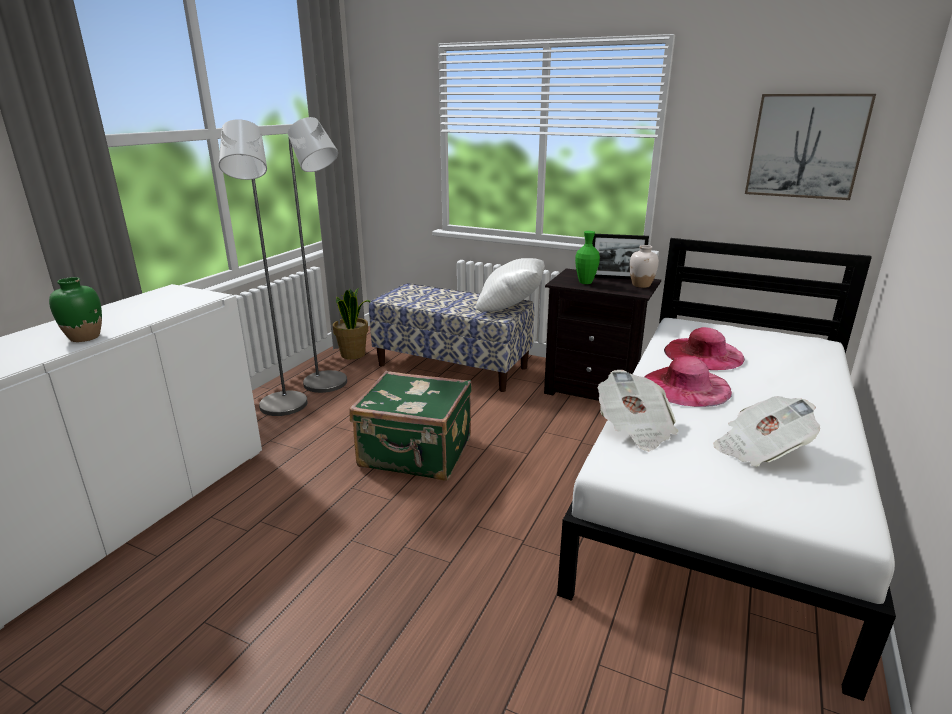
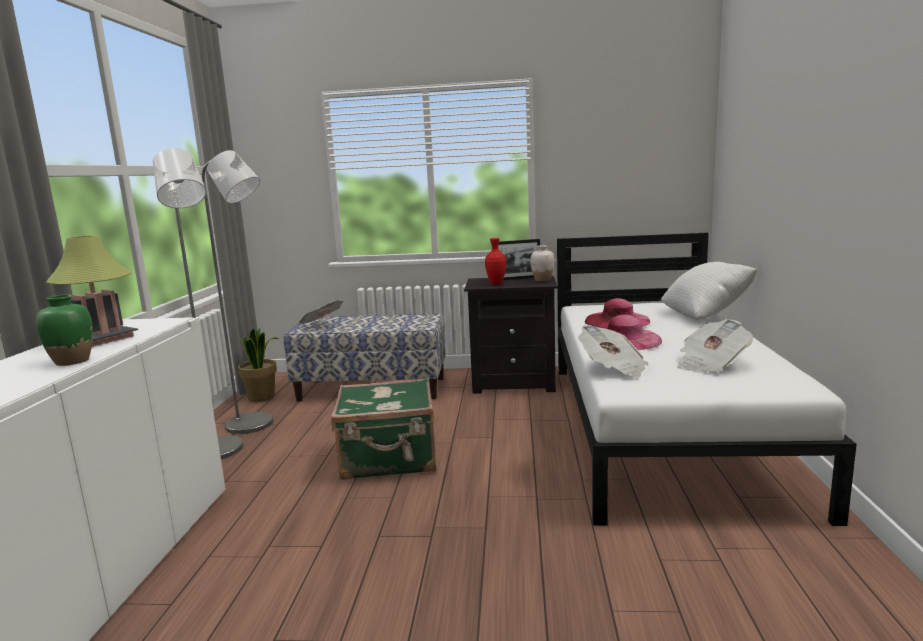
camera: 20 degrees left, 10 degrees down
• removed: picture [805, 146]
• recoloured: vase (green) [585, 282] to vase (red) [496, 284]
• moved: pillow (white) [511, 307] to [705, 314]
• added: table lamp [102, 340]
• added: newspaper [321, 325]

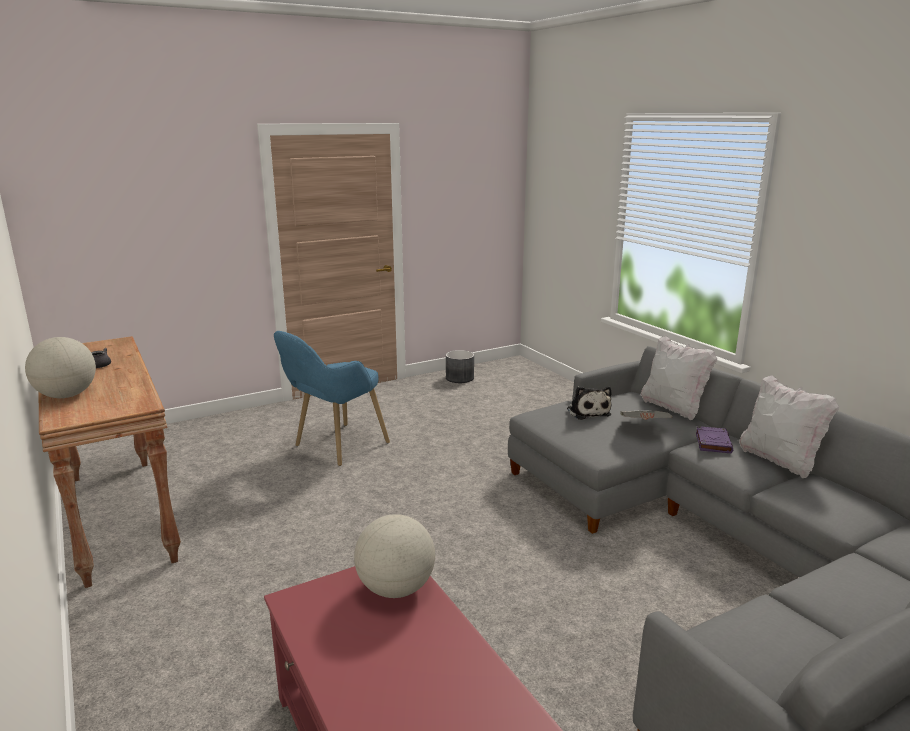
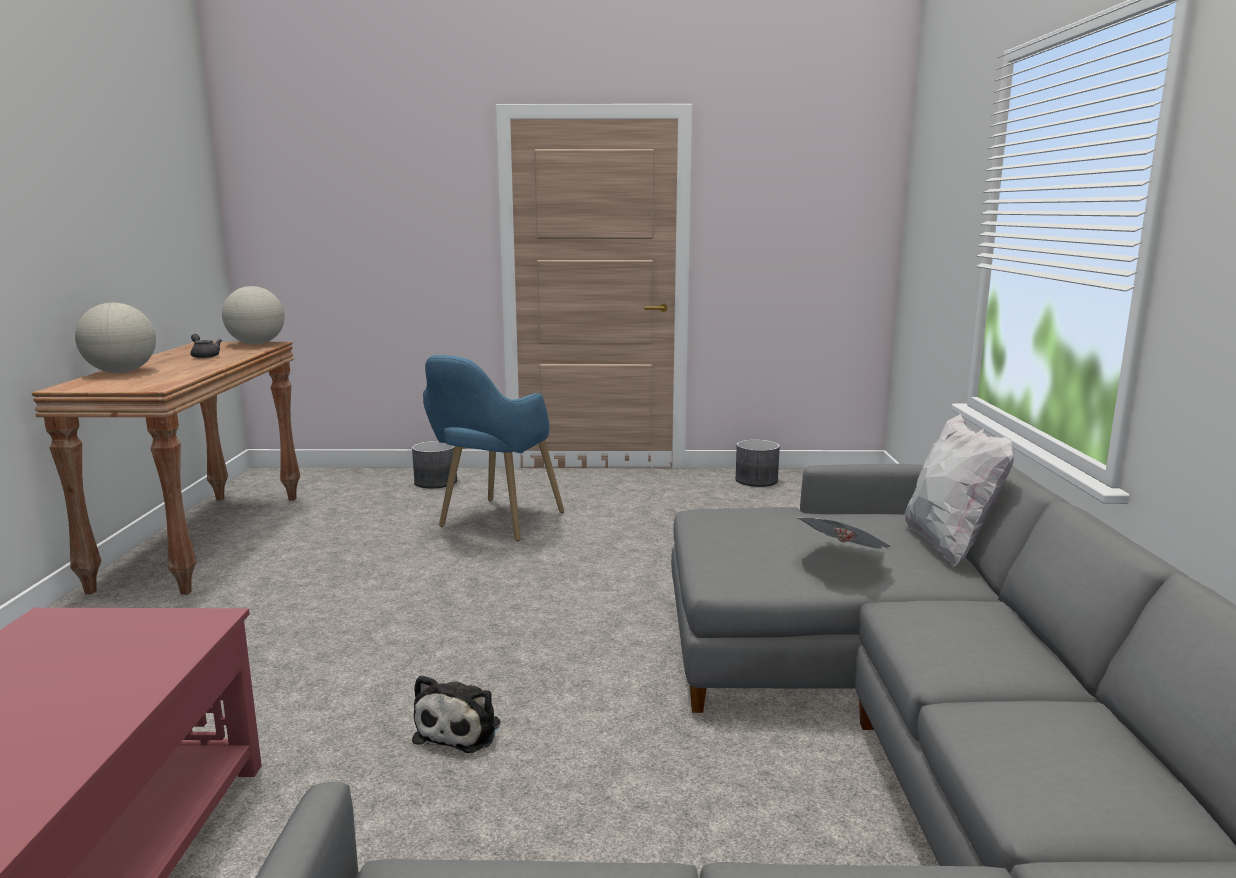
camera: 30 degrees right, 5 degrees down
• turned: armchair (blue) [333, 448] = [493, 524] 45 degrees counterclockwise
• removed: pillow (white) [779, 461]
• moved: plush toy [587, 411] to [461, 729]
• removed: book (purple) [713, 442]
• moved: globe [396, 588] to [256, 344]
• added: planter (grey) [436, 482]

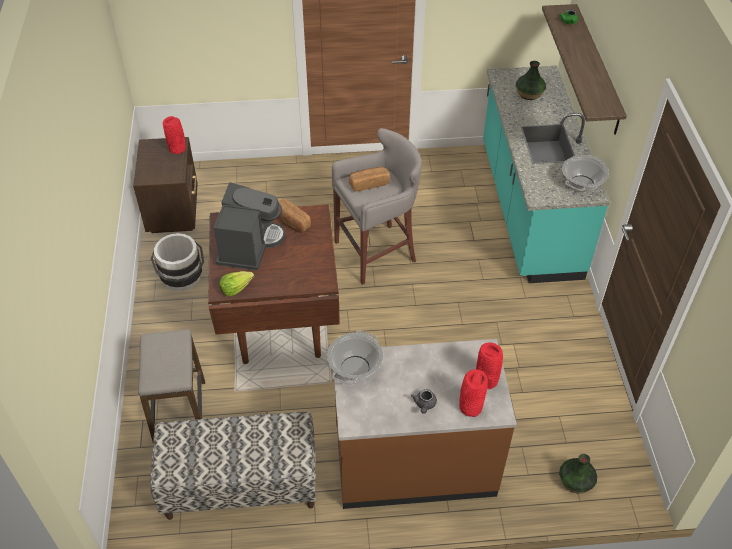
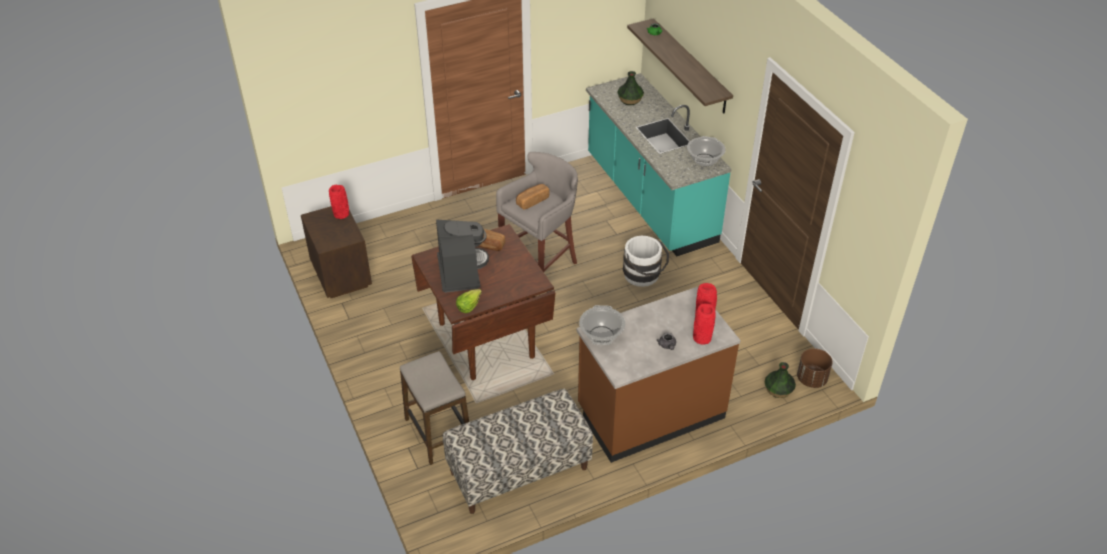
camera: 20 degrees left, 5 degrees down
• moved: bucket (white) [182, 279] to [644, 276]
• added: planter (brown) [811, 379]

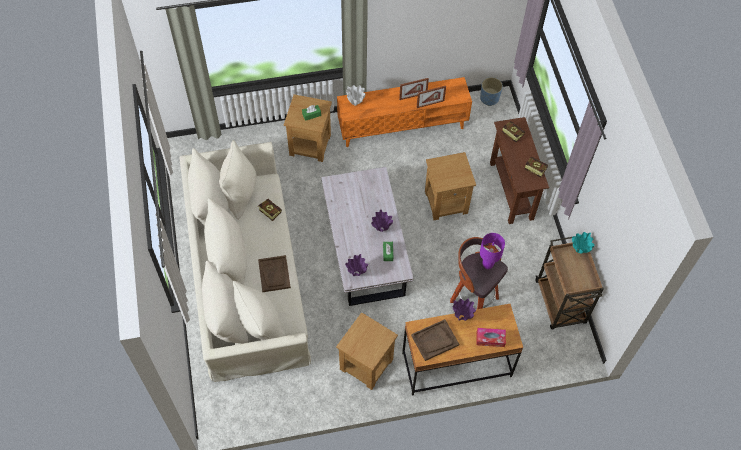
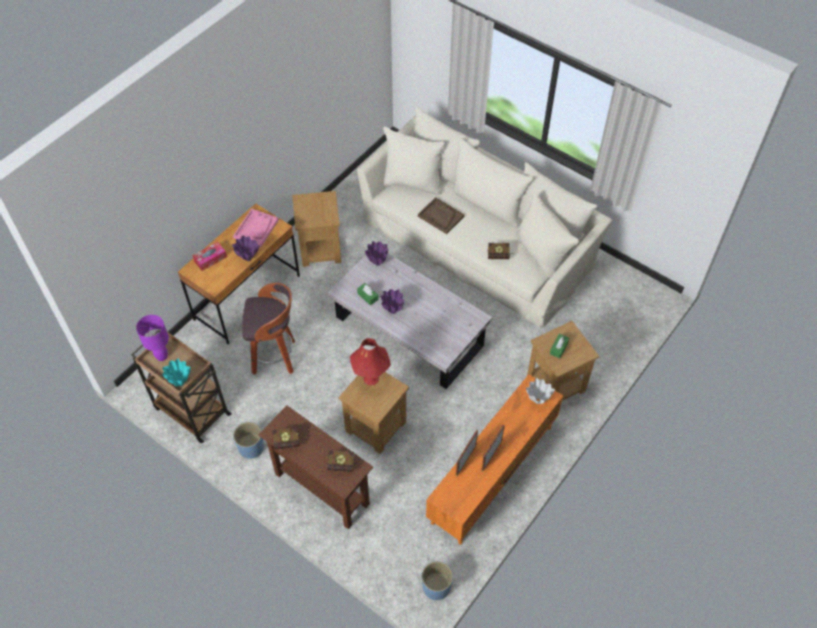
camera: 140 degrees right, 5 degrees down
• moved: table lamp (purple) [488, 265] to [162, 356]
• recoloured: tray (brown) [434, 340] to tray (pink) [256, 229]
• added: table lamp (red) [371, 378]
• added: planter (blue) [251, 448]

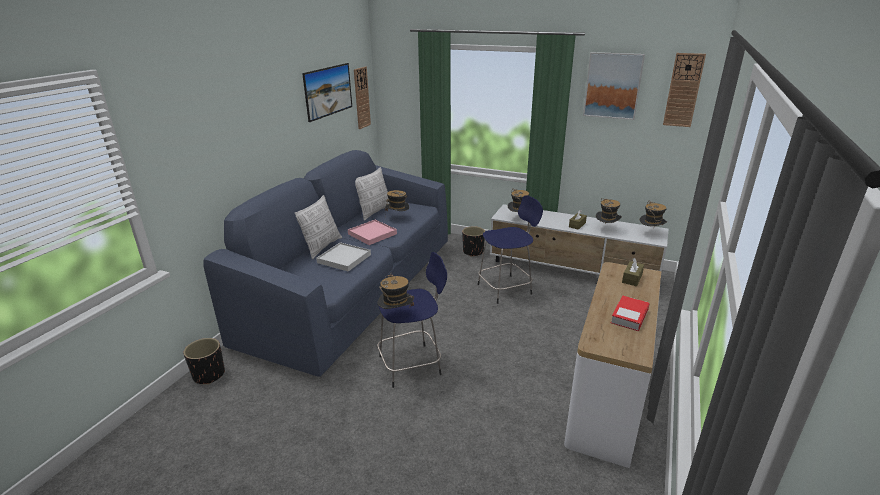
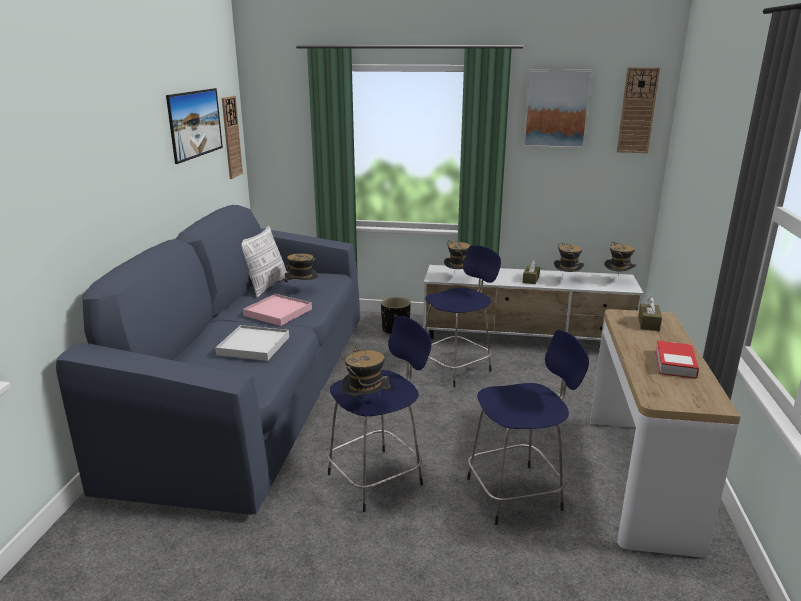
camera: 15 degrees left, 5 degrees down
• removed: pillow [321, 247]
• removed: planter (black) [209, 374]
• added: stool (blue) [517, 493]

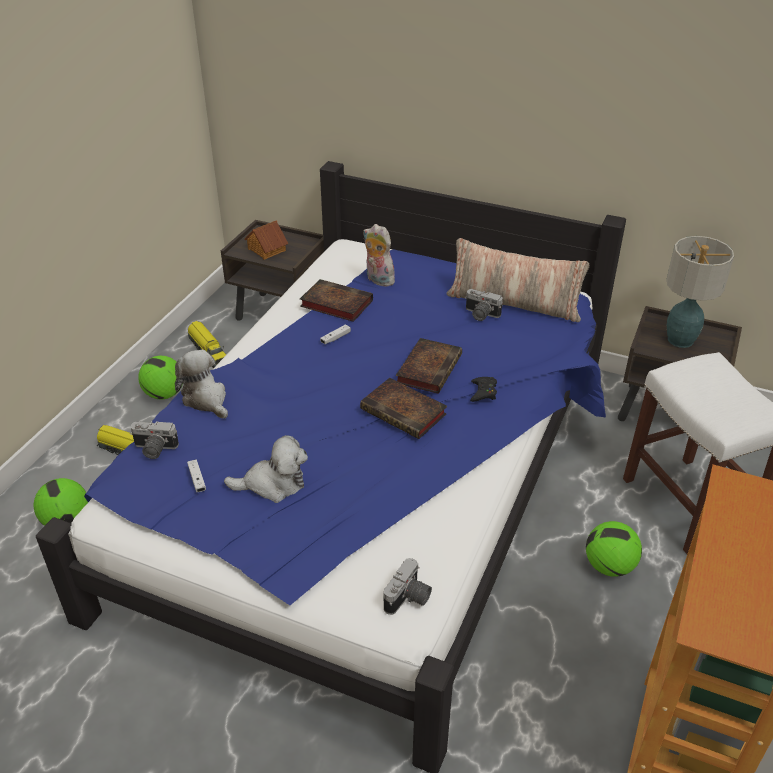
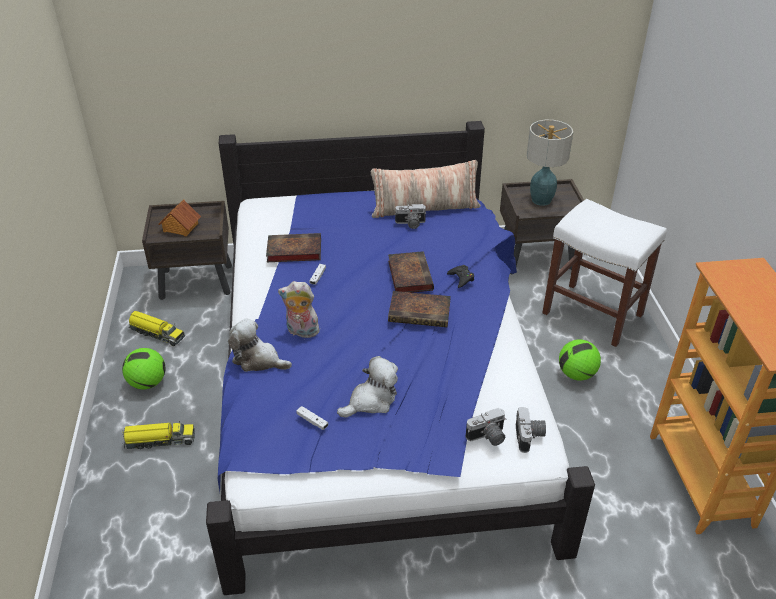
camera: 30 degrees left, 0 degrees up
• moved: plush toy [378, 280] to [301, 332]
• moved: photo camera [154, 449] to [487, 437]
• removed: football [67, 521]

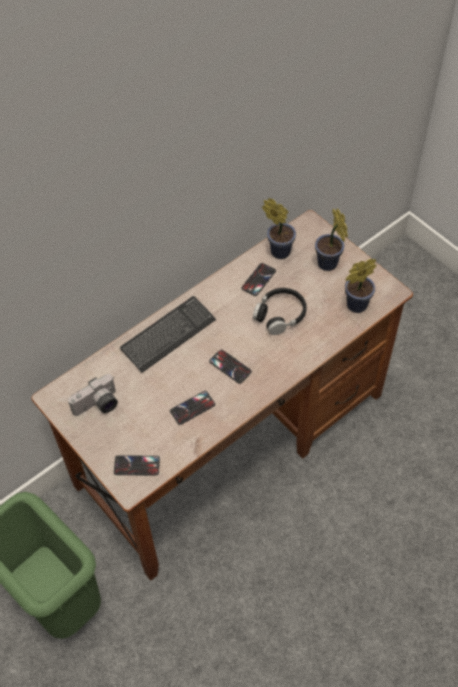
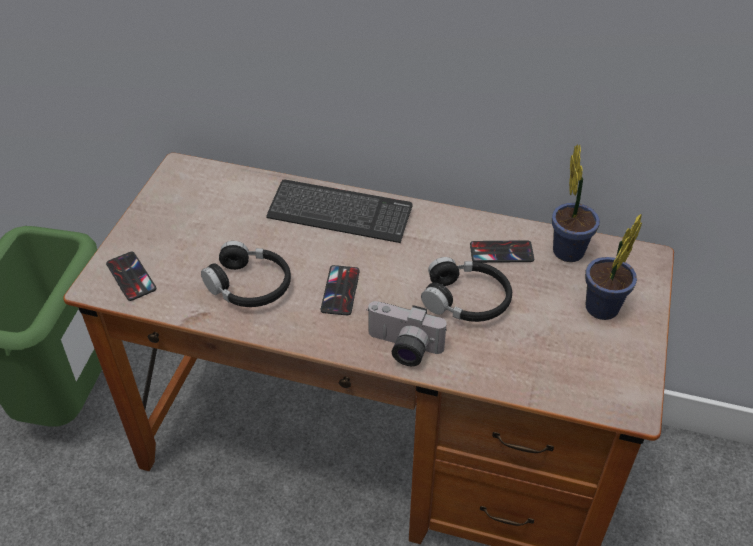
camera: 55 degrees right, 10 degrees down
• removed: potted plant [354, 306]
• moved: photo camera [98, 406] to [402, 349]
• replaced: phone [192, 408] to headphones (black) [249, 285]

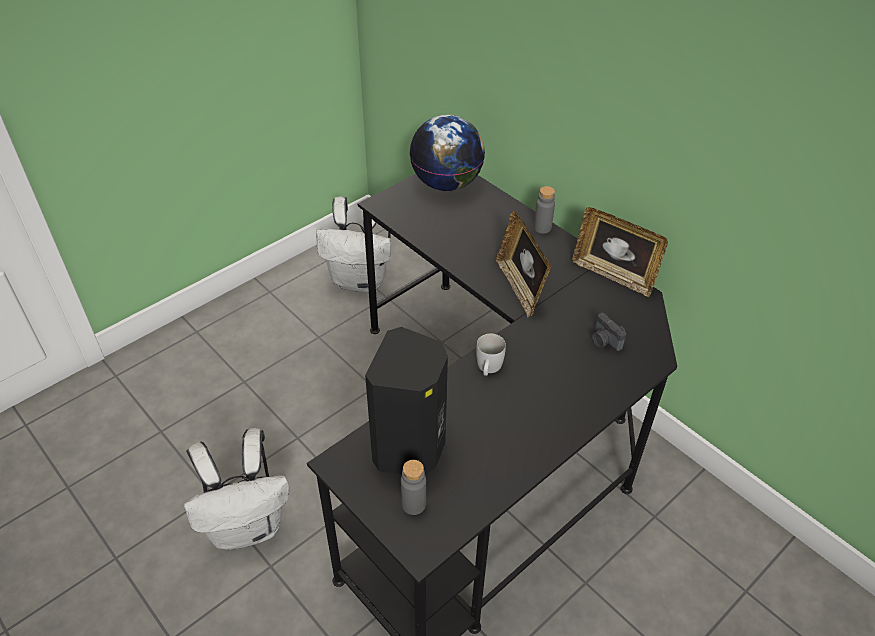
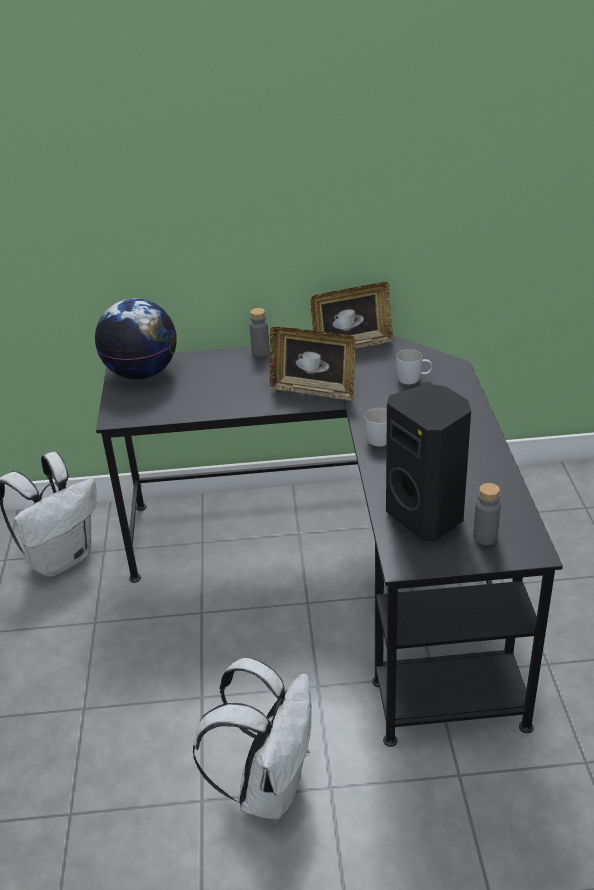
camera: 50 degrees left, 10 degrees down
• replaced: photo camera [604, 341] to mug (white) [413, 379]

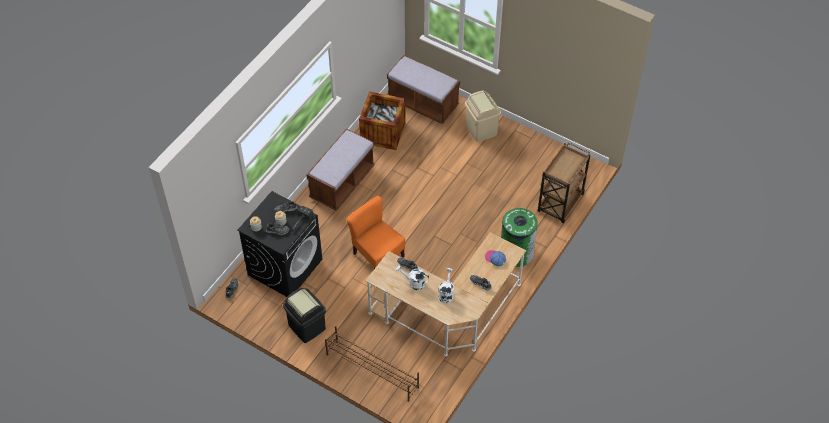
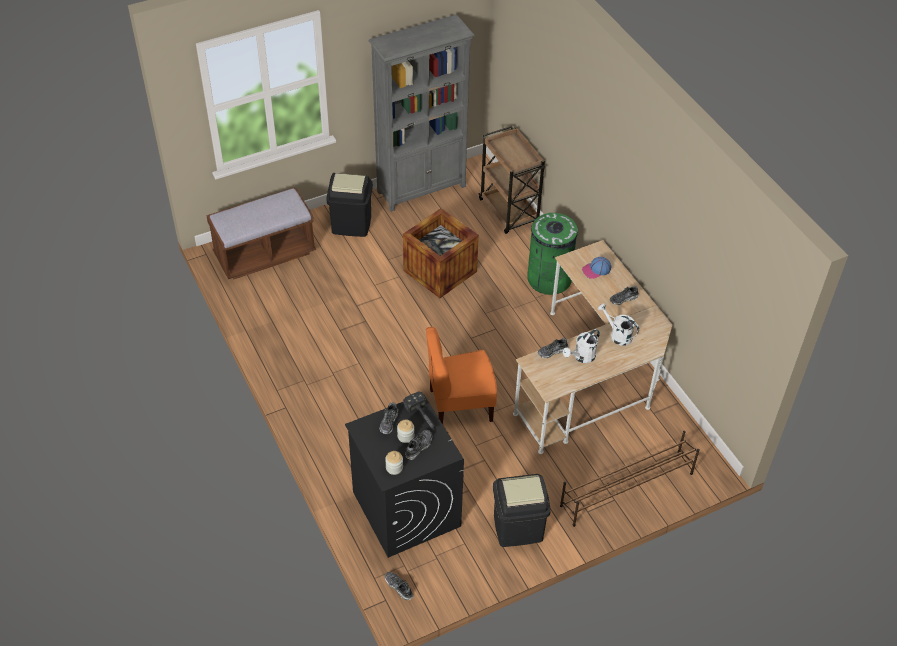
camera: 60 degrees left, 5 degrees down
• recoloured: trash can (beige) [481, 130] to trash can (black) [351, 225]
• moved: crate [383, 132] to [440, 271]
• removed: bench (brown) [342, 183]
• added: bookcase (grey) [422, 189]

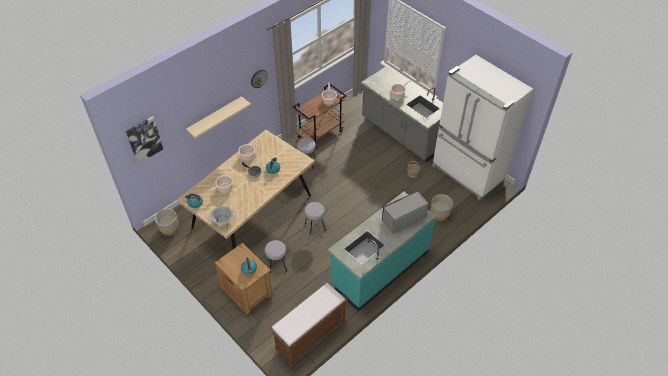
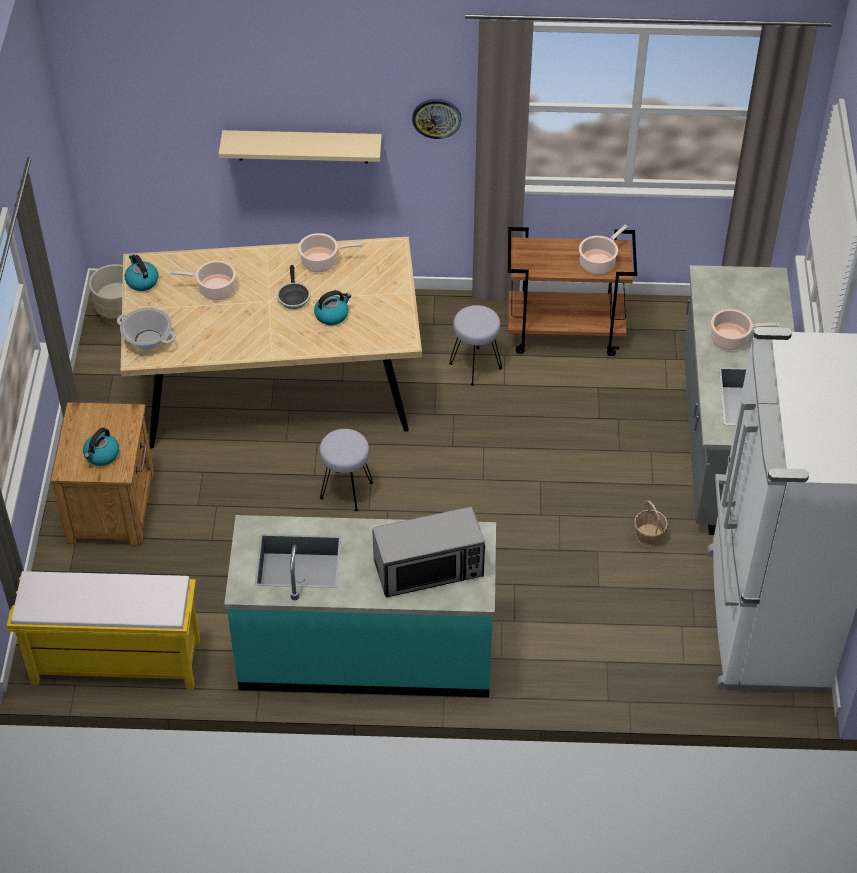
camera: 45 degrees right, 0 degrees up
• removed: picture [144, 139]
• turned: microwave [403, 218] = [429, 569] 150 degrees clockwise
• removed: planter (beige) [439, 214]
• removed: stool (grey) [277, 265]
• recoloured: bench (brown) [310, 337] to bench (yellow) [114, 662]

